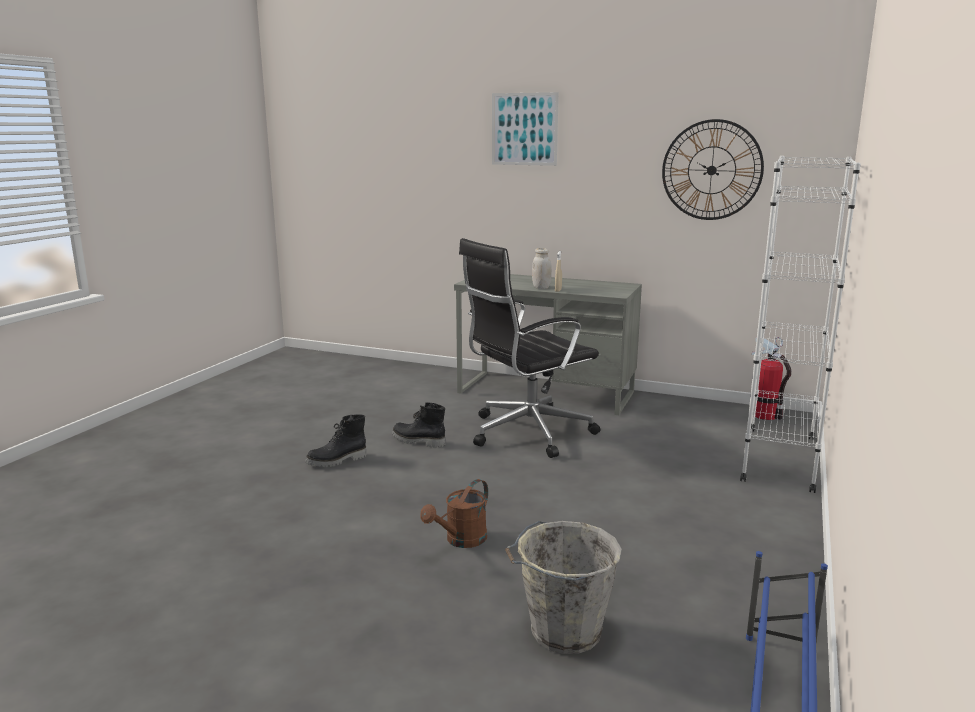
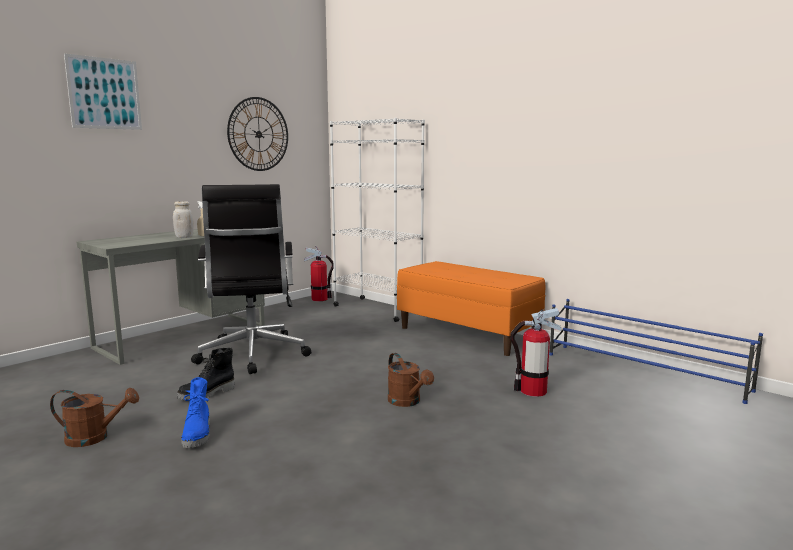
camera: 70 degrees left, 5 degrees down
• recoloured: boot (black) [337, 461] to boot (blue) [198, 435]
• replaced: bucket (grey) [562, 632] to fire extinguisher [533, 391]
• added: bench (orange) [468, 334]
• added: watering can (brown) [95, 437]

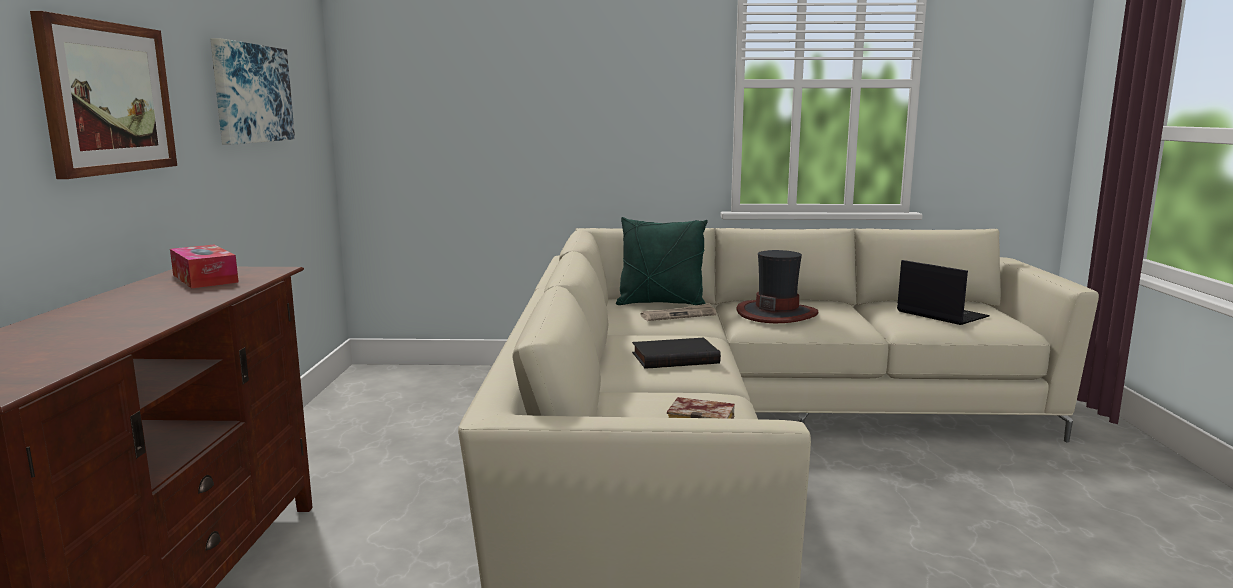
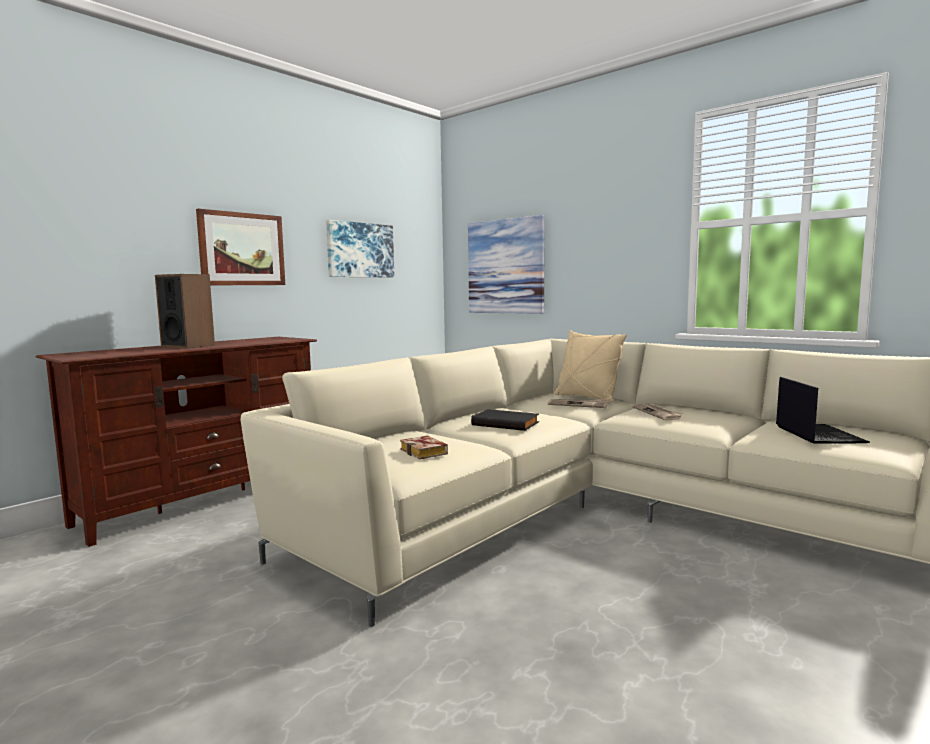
camera: 40 degrees right, 5 degrees down
• recoloured: pillow (green) [661, 303] to pillow (beige) [587, 398]
• removed: tissue box [205, 278]
• replaced: hat [777, 313] to newspaper [657, 413]
• added: picture [505, 266]
• added: speaker [188, 346]

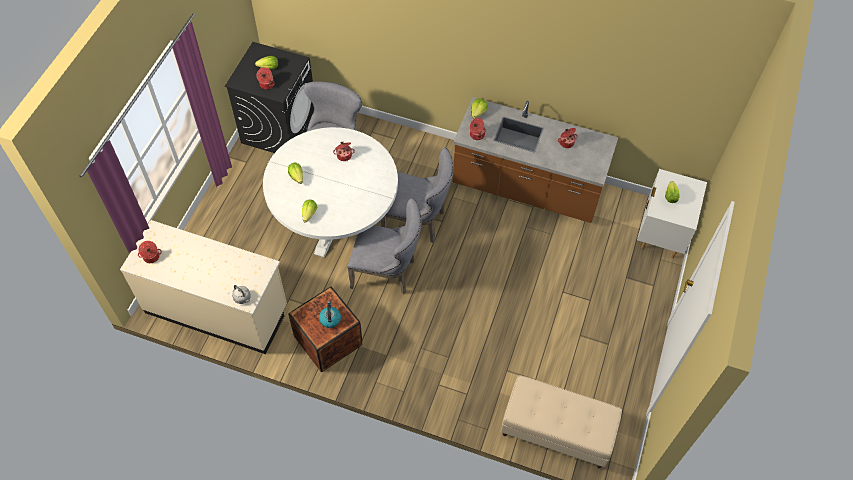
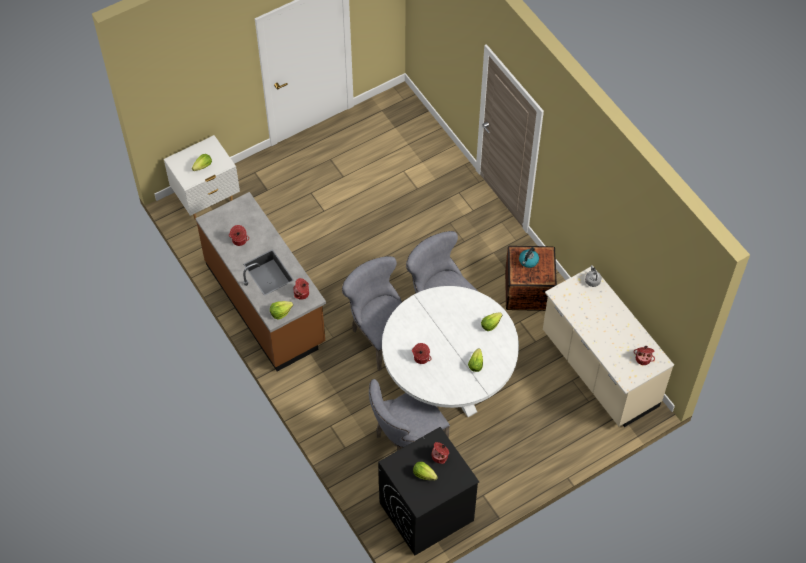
camera: 140 degrees left, 0 degrees up
• removed: bench (beige) [555, 432]

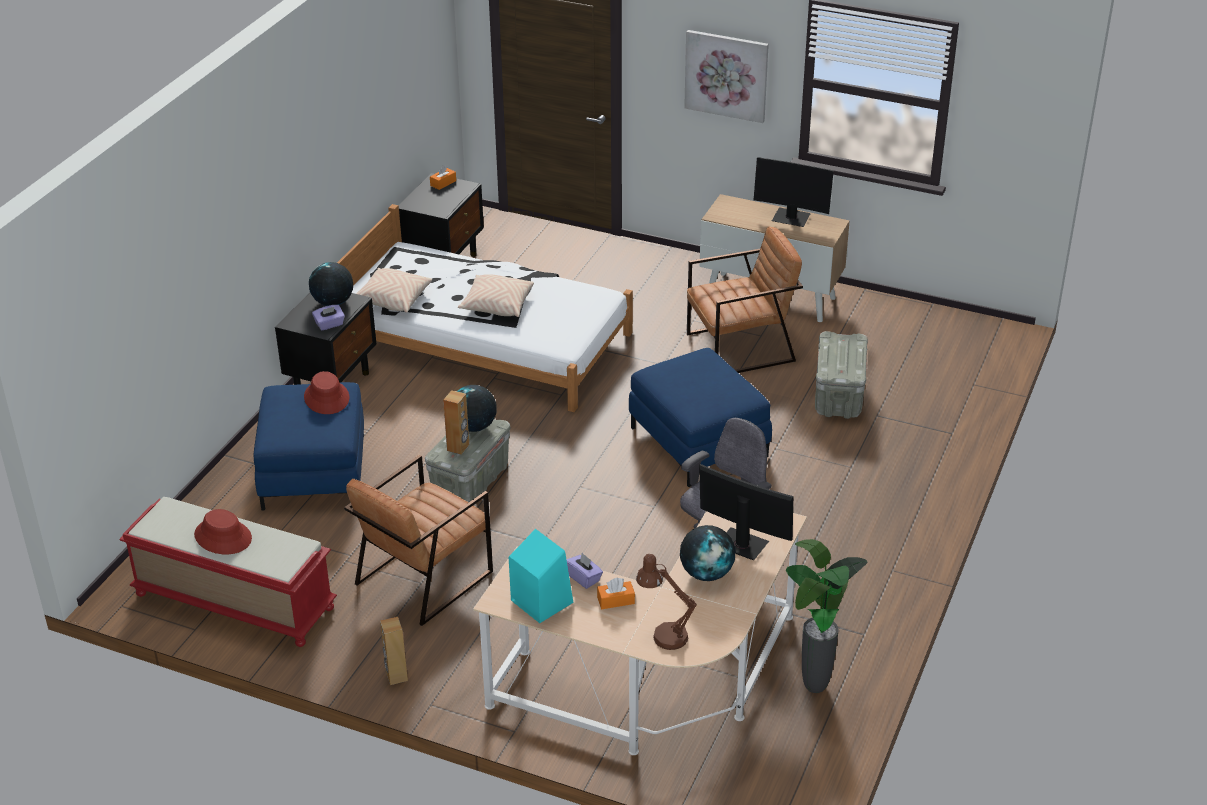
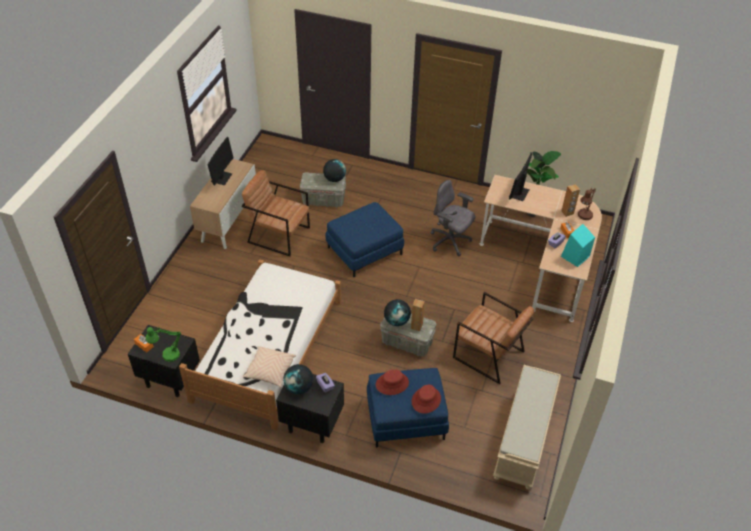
camera: 95 degrees left, 10 degrees up
• removed: picture [726, 75]
• turned: armchair (brown) [740, 347] = [279, 234] 45 degrees counterclockwise
• removed: pillow (beige) [497, 305]
• recoloured: bench (red) [233, 601] to bench (beige) [524, 439]
• moved: hat (red) [223, 537] to [426, 400]
• moved: globe [706, 573] to [334, 179]
• moved: speaker (brown) [396, 676] to [567, 213]
• added: table lamp (green) [167, 356]

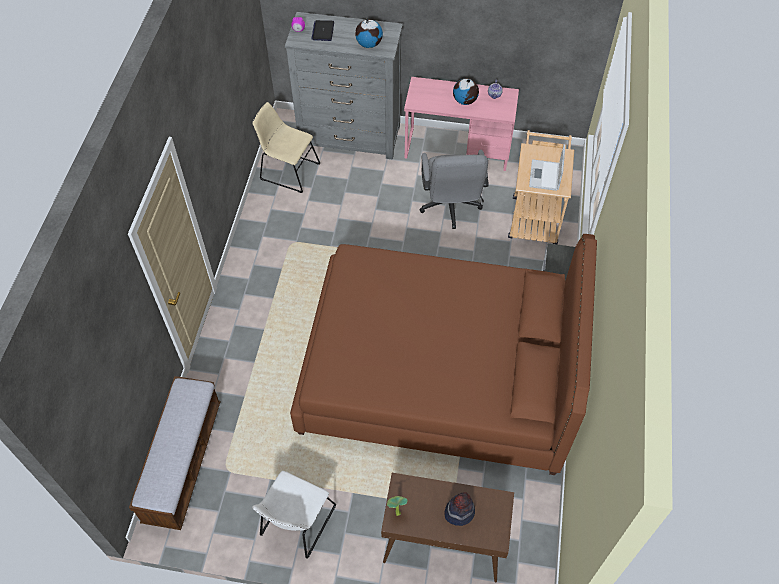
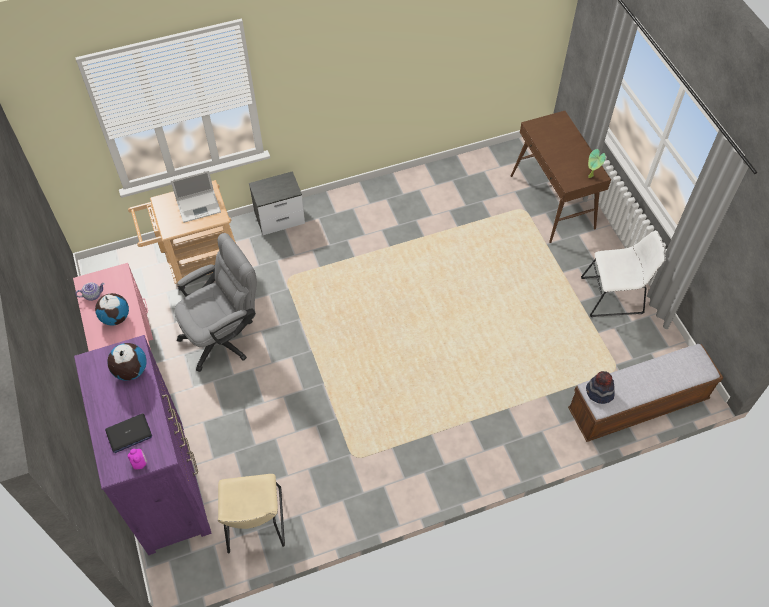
camera: 120 degrees left, 0 degrees up
• recoloured: dresser (grey) [350, 137] to dresser (purple) [166, 485]
• removed: bed (brown) [438, 373]
• moved: hat [459, 512] to [599, 393]

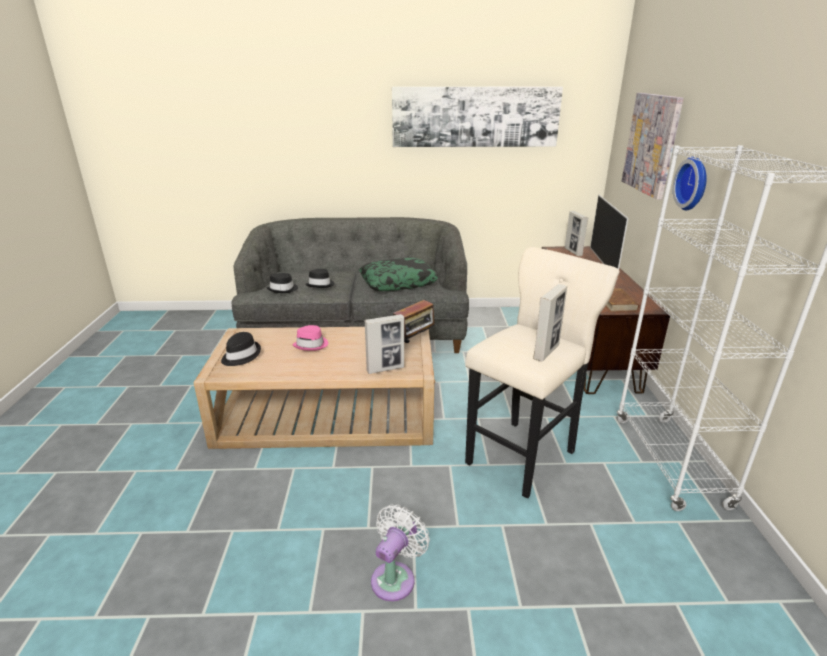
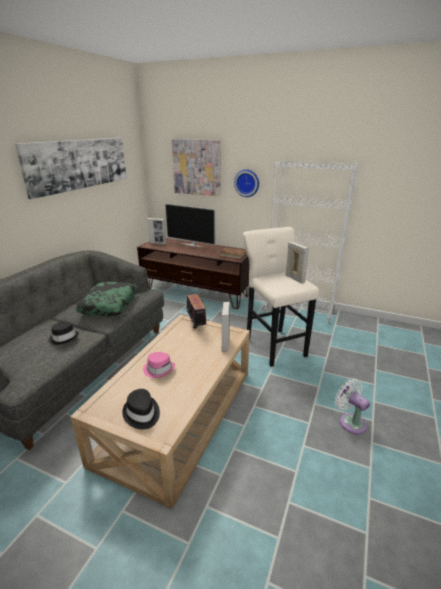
camera: 65 degrees left, 0 degrees up
• removed: hat (black) [283, 289]

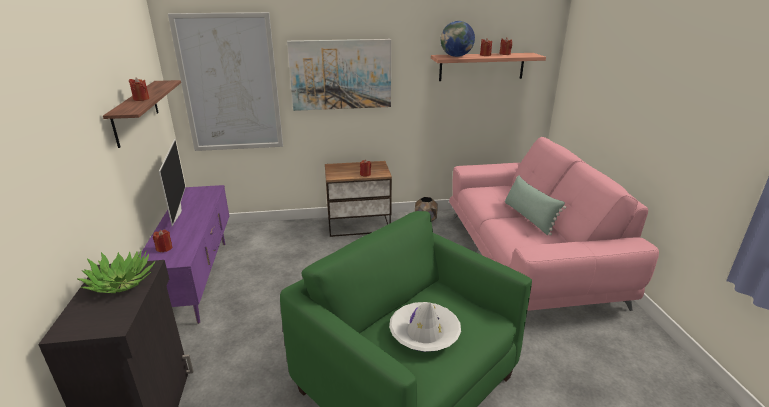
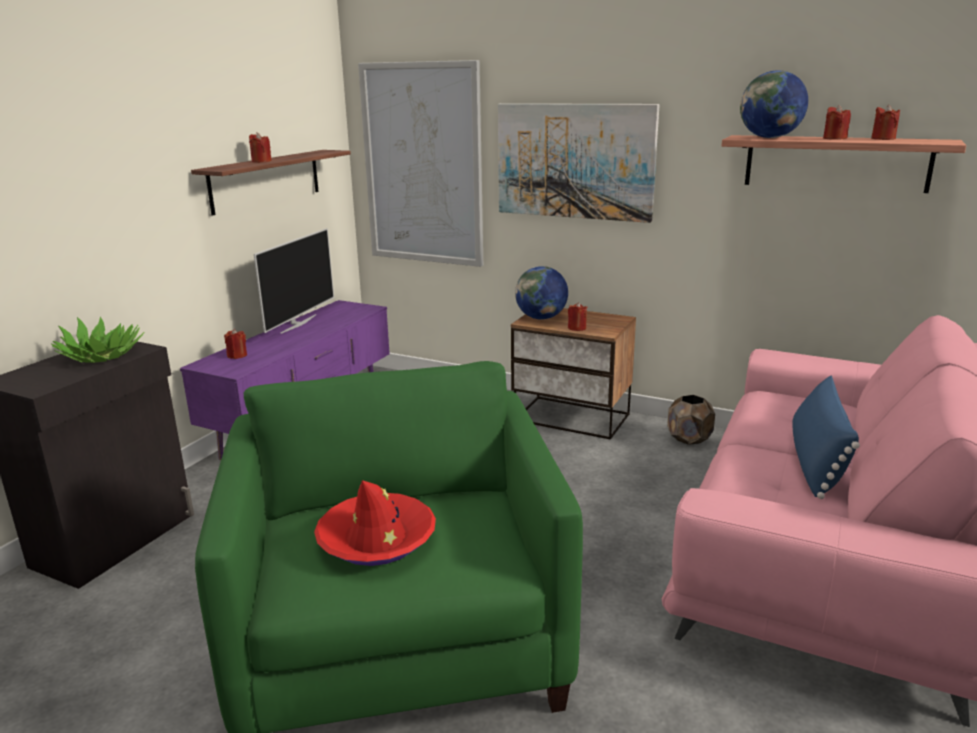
camera: 35 degrees right, 5 degrees down
• recoloured: pillow (green) [529, 217] to pillow (blue) [816, 461]
• recoloured: hat (white) [424, 333] to hat (red) [376, 539]
• added: globe [541, 318]

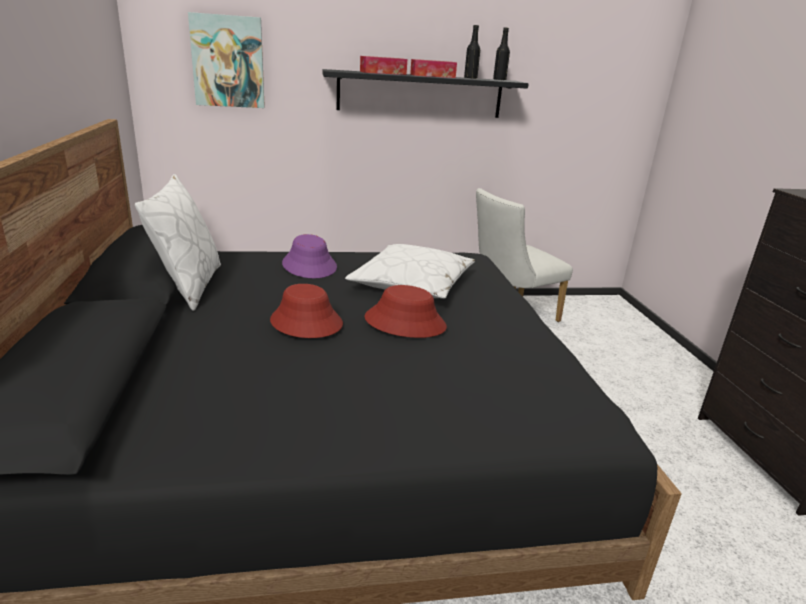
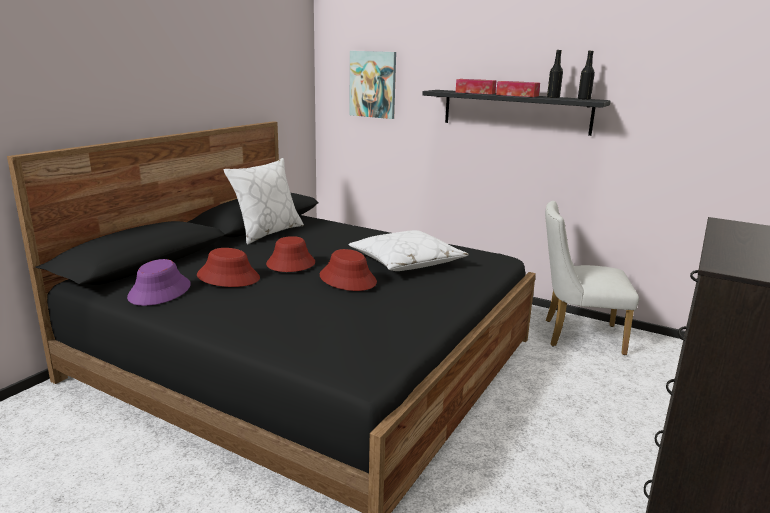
camera: 40 degrees right, 5 degrees down
• moved: hat (purple) [309, 265] to [160, 291]
• added: hat (red) [228, 277]

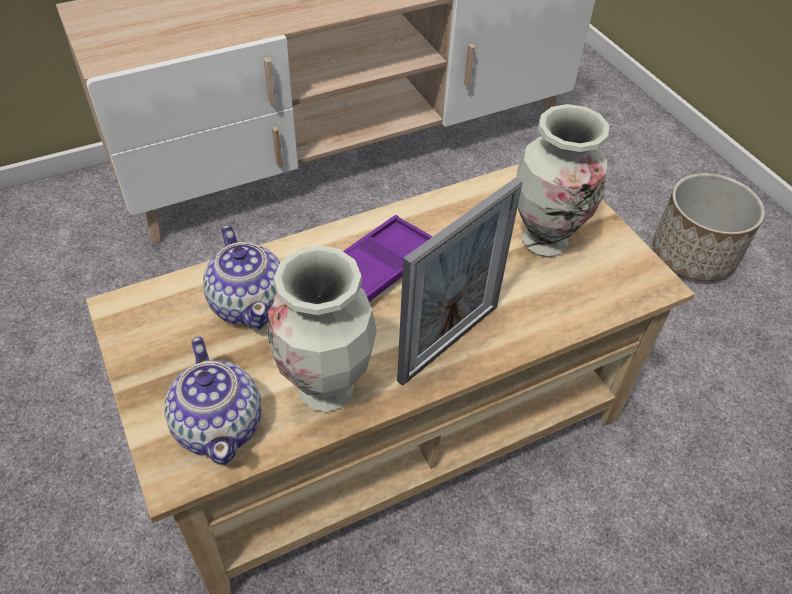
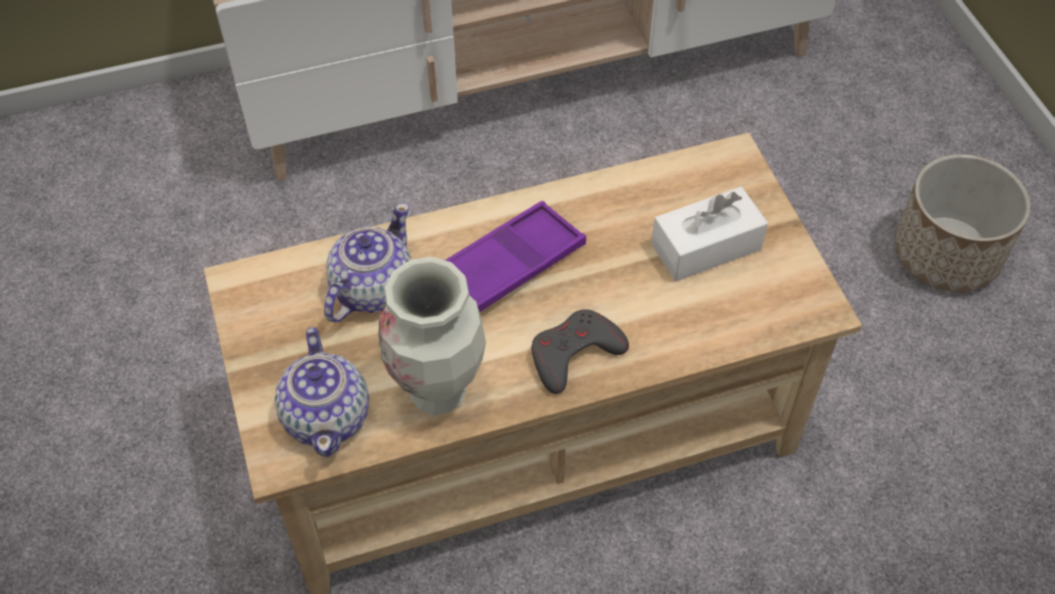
camera: 10 degrees right, 5 degrees up
• replaced: vase [544, 242] to tissue box (white) [706, 247]
• replaced: picture frame [449, 342] to game controller (grey) [574, 354]
• turned: teapot [250, 303] = [371, 289] 135 degrees counterclockwise

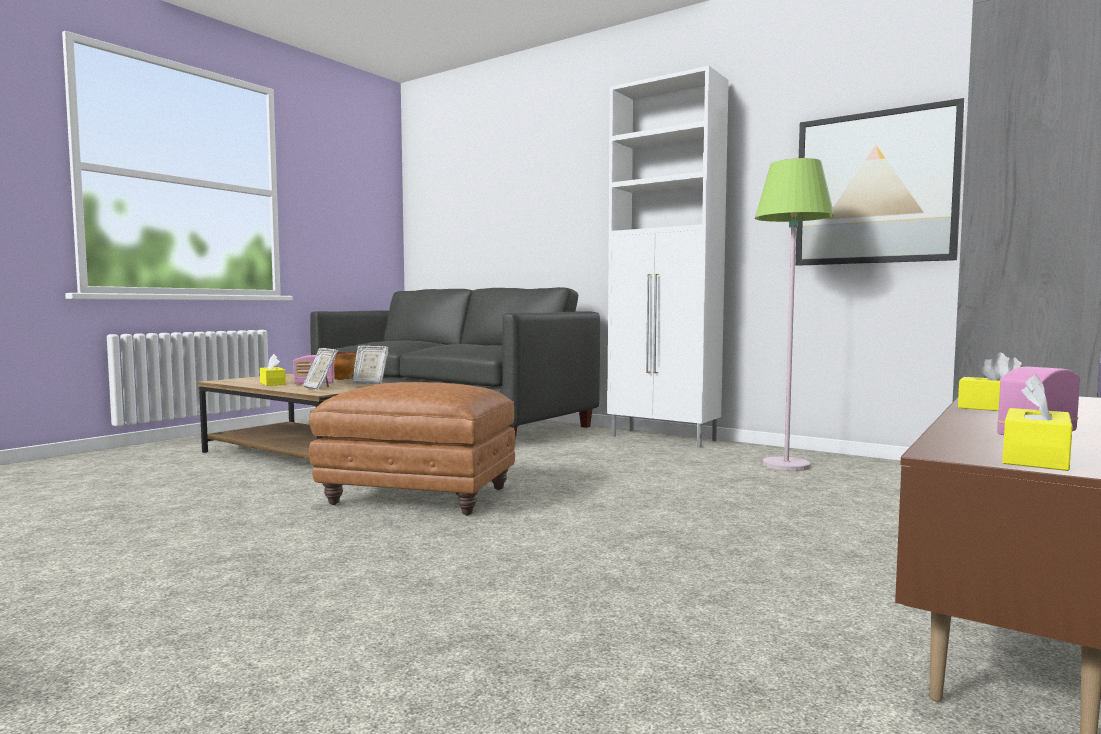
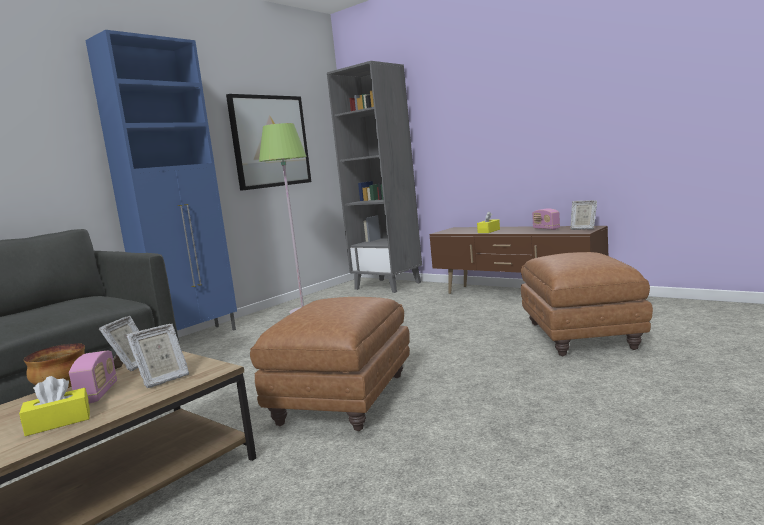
camera: 85 degrees left, 5 degrees up
• recoloured: cabinet (white) [664, 438] to cabinet (blue) [194, 339]
• replaced: tissue box (yellow) [1035, 458] to picture frame [583, 228]
• added: ottoman (brown) [581, 336]

